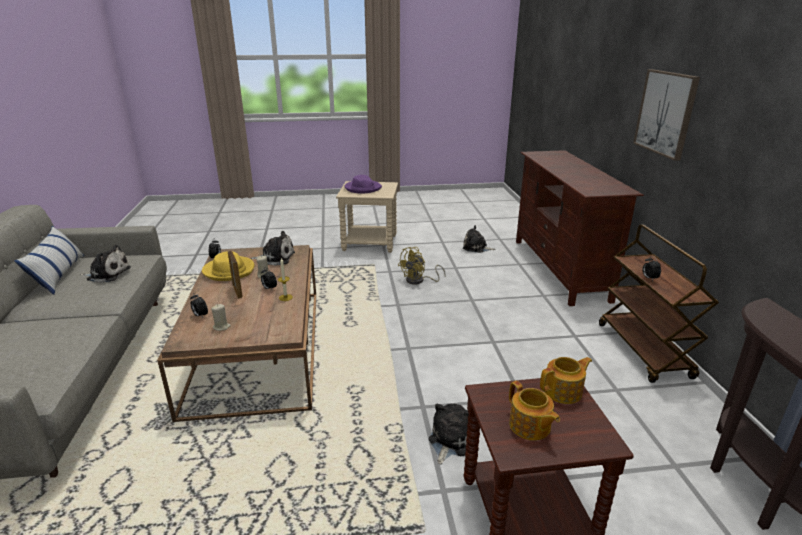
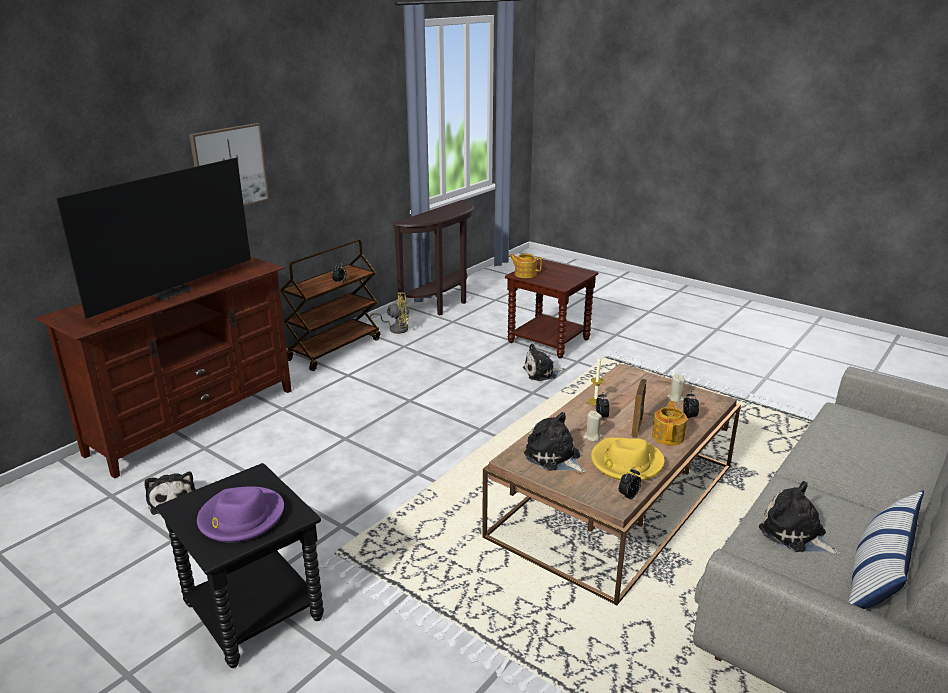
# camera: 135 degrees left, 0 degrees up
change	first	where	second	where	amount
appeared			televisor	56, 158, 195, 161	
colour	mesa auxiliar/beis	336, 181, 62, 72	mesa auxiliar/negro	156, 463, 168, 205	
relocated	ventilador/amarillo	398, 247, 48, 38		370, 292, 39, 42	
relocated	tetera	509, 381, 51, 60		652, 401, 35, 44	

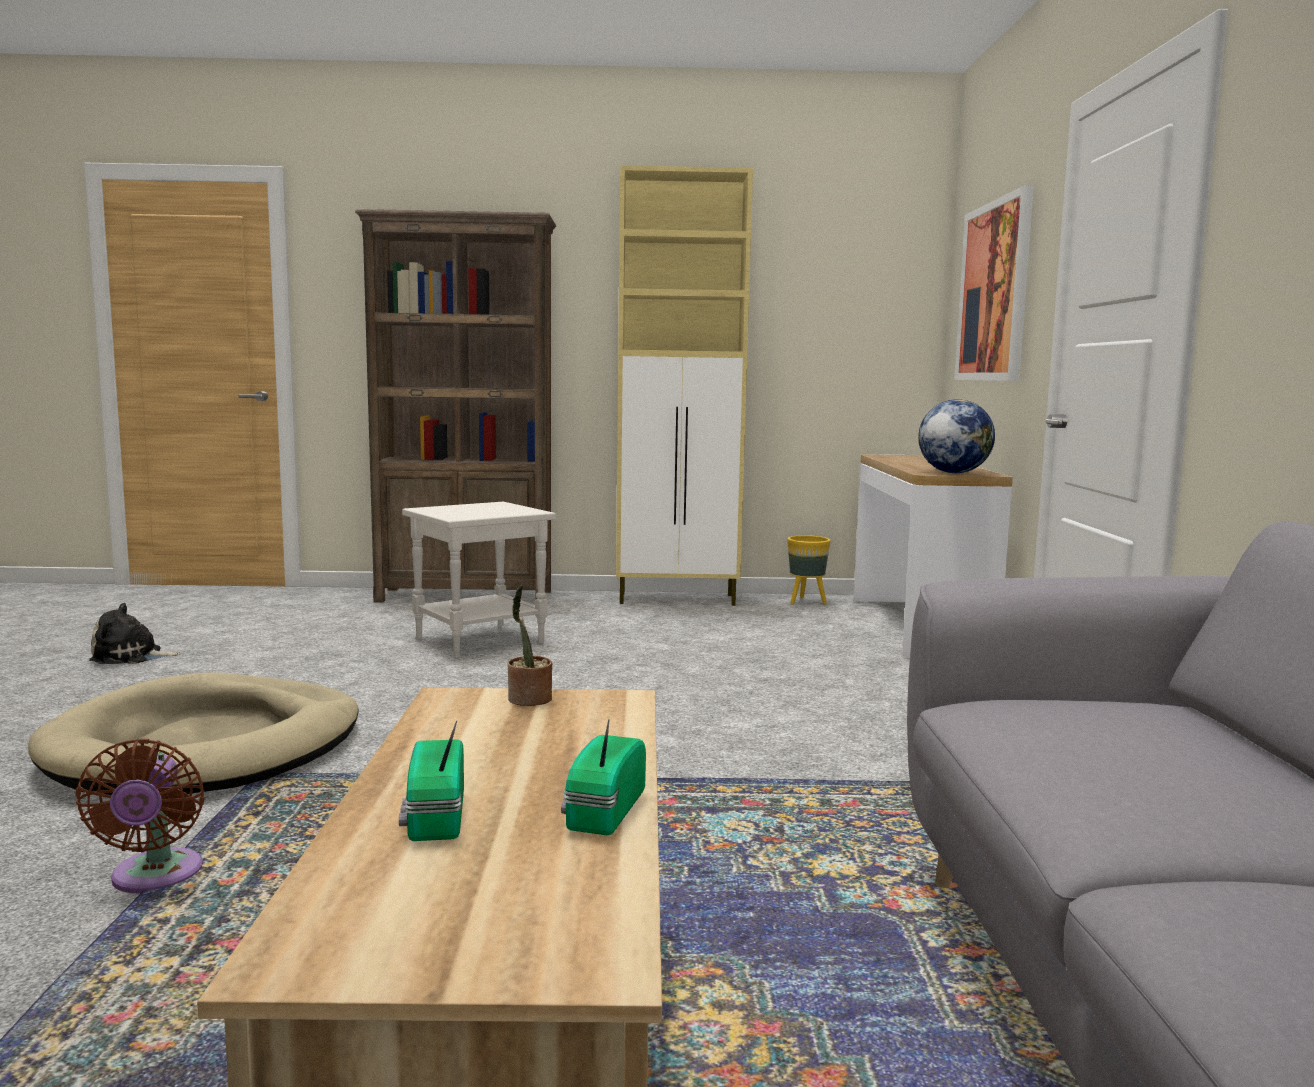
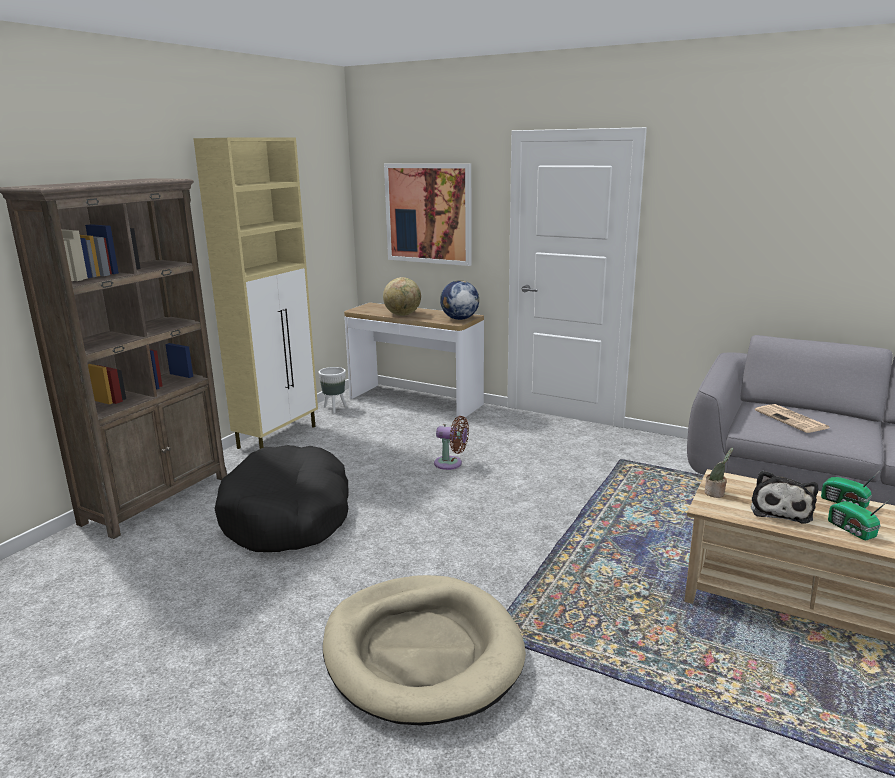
# camera: 60 degrees left, 10 degrees up
change	first	where	second	where	amount
exchanged	mesa auxiliar/blanco	402, 502, 154, 156	cama para perro/negro	215, 445, 134, 107	
colour	maceta/amarillo	787, 535, 43, 70	maceta/blanco	318, 367, 28, 47	
appeared			globo terráqueo	383, 277, 38, 39	
relocated	ventilador/marrón	75, 738, 130, 155		434, 416, 35, 54	
relocated	peluche	89, 603, 92, 61		751, 470, 67, 53	
appeared			periódico	755, 404, 74, 29	
spun	radio	399, 720, 65, 121		828, 500, 61, 40	45 degrees clockwise

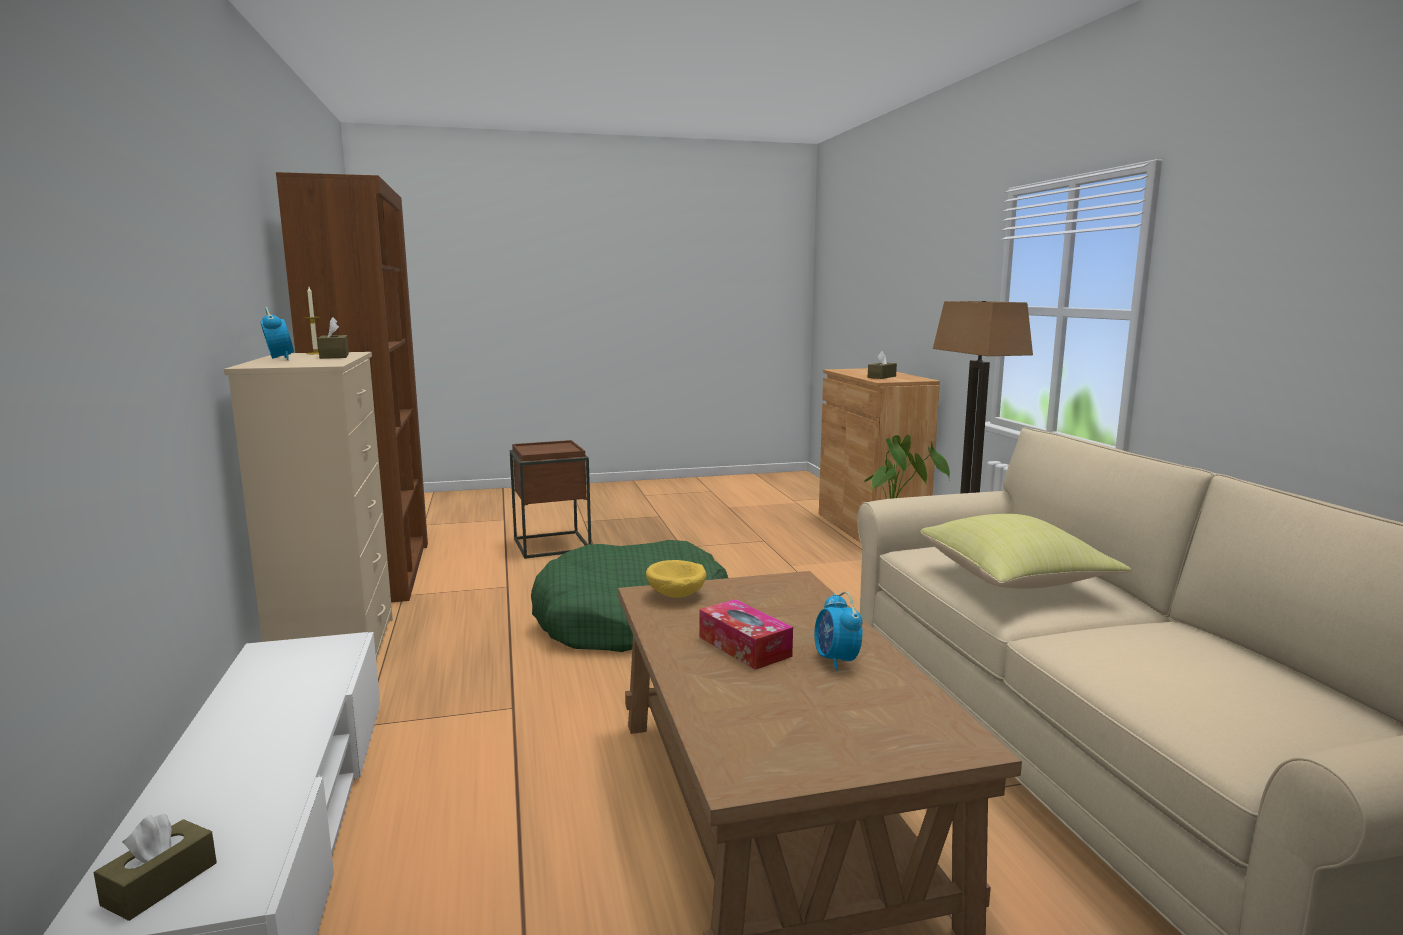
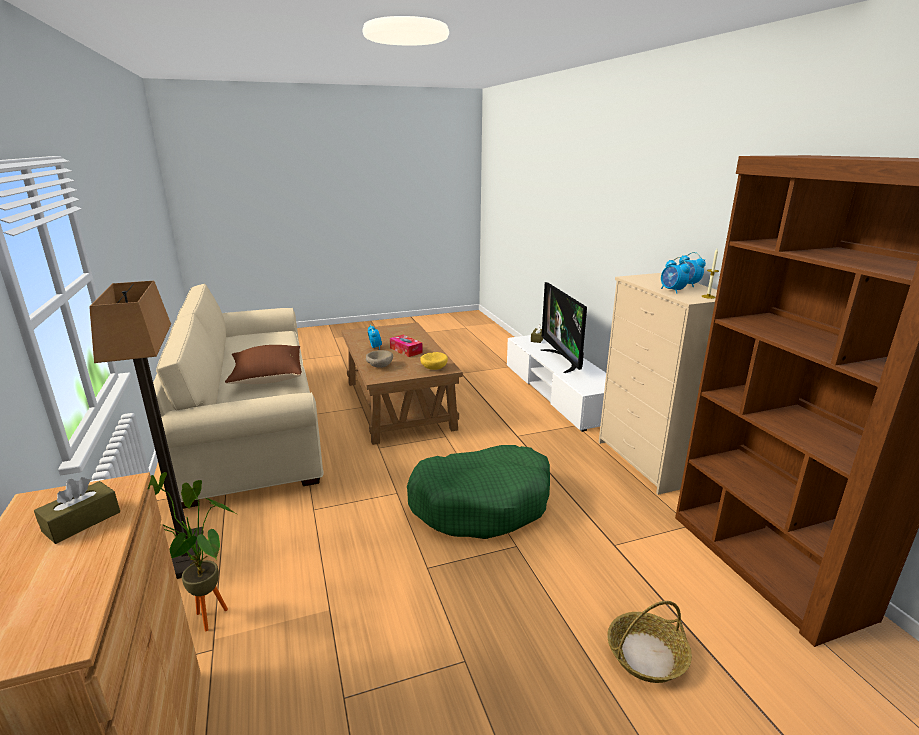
# camera: 175 degrees right, 10 degrees up
change	first	where	second	where	amount
colour	cojín/amarillo	921, 514, 210, 75	cojín/marrón	225, 345, 77, 39	
appeared			cuenco/beis	366, 350, 27, 18	
appeared			televisor	541, 282, 46, 91	
exchanged	mesa auxiliar/marrón	510, 440, 81, 119	cesta	607, 601, 85, 82	
exchanged	caja de pañuelos/marrón	317, 317, 32, 42	despertador	661, 257, 30, 37	

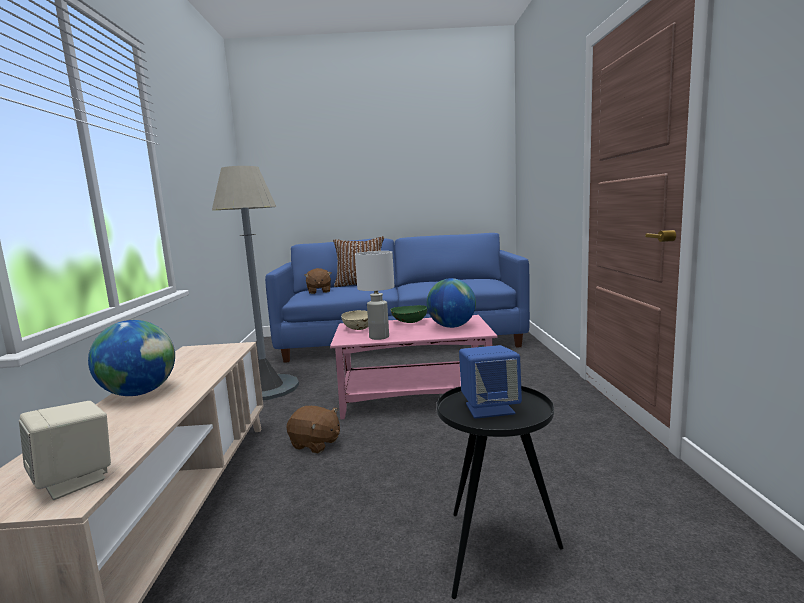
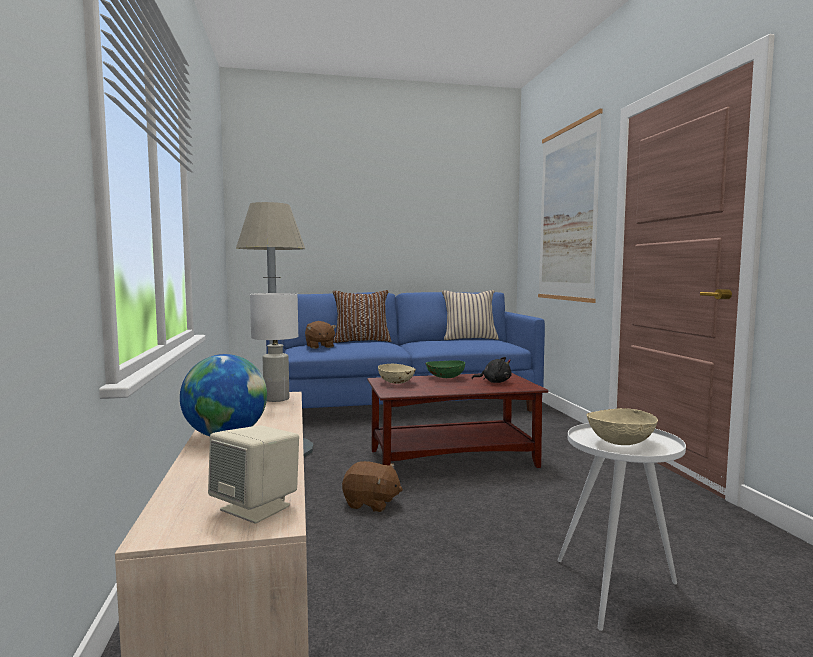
# camera: 10 degrees left, 5 degrees down
change	first	where	second	where	amount
relocated	lámpara de mesa/blanco	355, 251, 40, 89		250, 293, 48, 109	
colour	mesa de centro/rosa	330, 315, 167, 104	mesa de centro/marrón	367, 373, 181, 95	
appeared			cojín/beis	442, 290, 57, 50	
exchanged	globo terráqueo	427, 278, 49, 50	peluche/negro	472, 357, 40, 26	
appeared			cuadro	538, 109, 65, 194	
colour	mesa auxiliar/negro	437, 386, 126, 213	mesa auxiliar/blanco	558, 423, 128, 208	
exchanged	altavoz/azul	459, 345, 63, 74	cuenco/beis	587, 408, 71, 37	

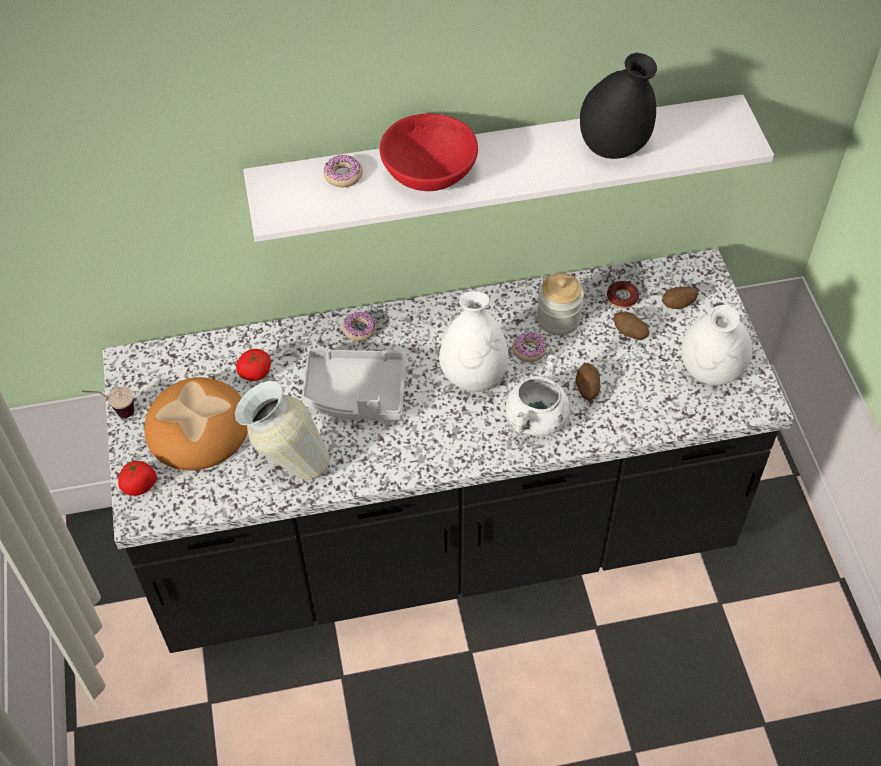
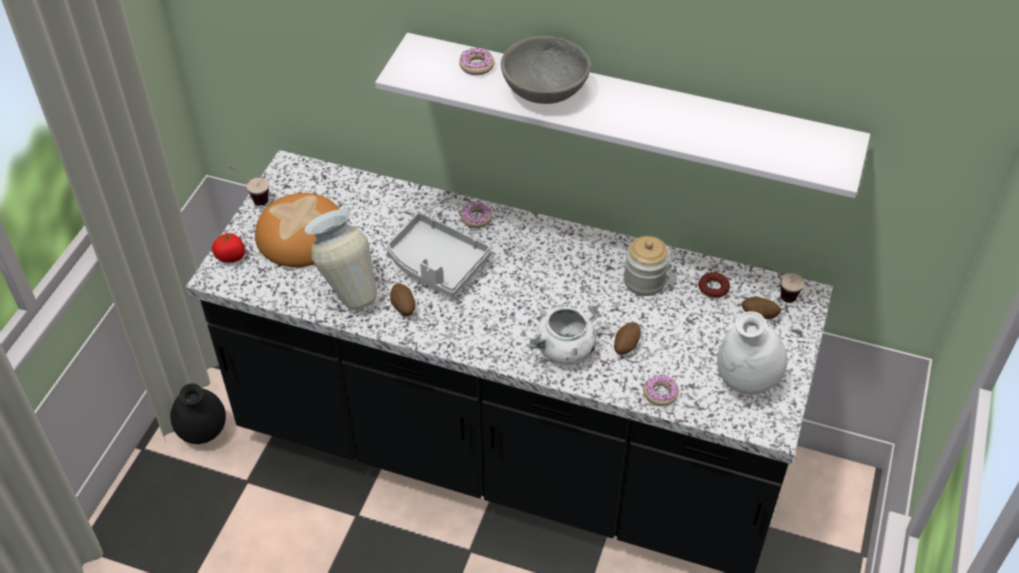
# camera: 30 degrees right, 5 degrees down
change	first	where	second	where	amount
relocated	florero/negro	580, 53, 77, 106		170, 383, 56, 61	
relocated	patata	613, 312, 36, 28		390, 284, 26, 32	
colour	cuenco/rojo	380, 113, 98, 78	cuenco/gris	501, 36, 90, 68	
relocated	rosquilla	512, 332, 35, 30		643, 375, 36, 31	
appeared			taza	763, 265, 41, 38	
missing	tomate	236, 349, 35, 32			
missing	florero/blanco	439, 291, 69, 101			

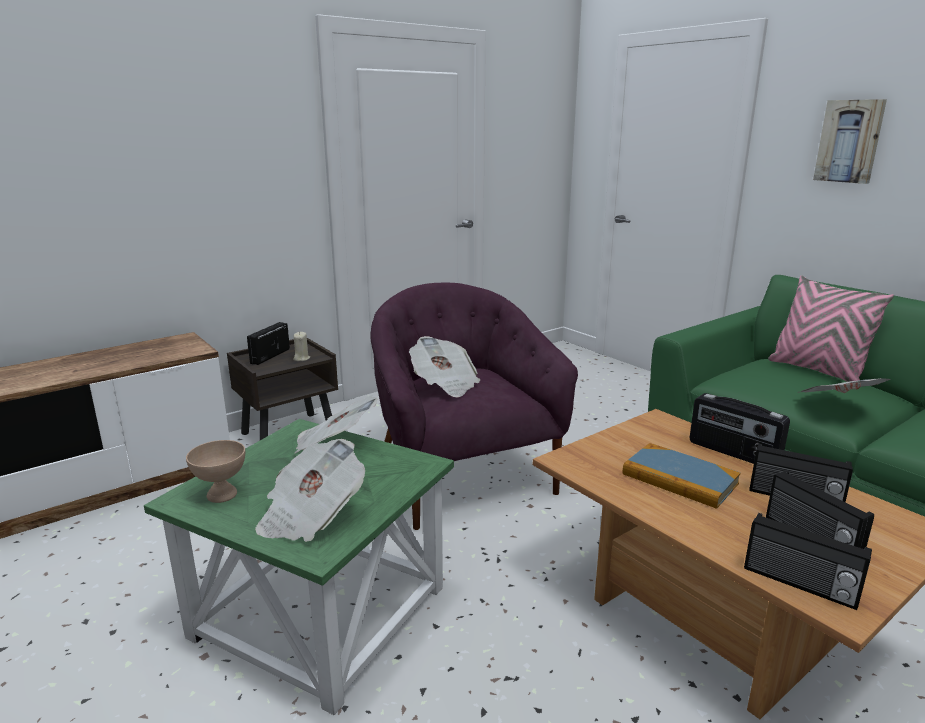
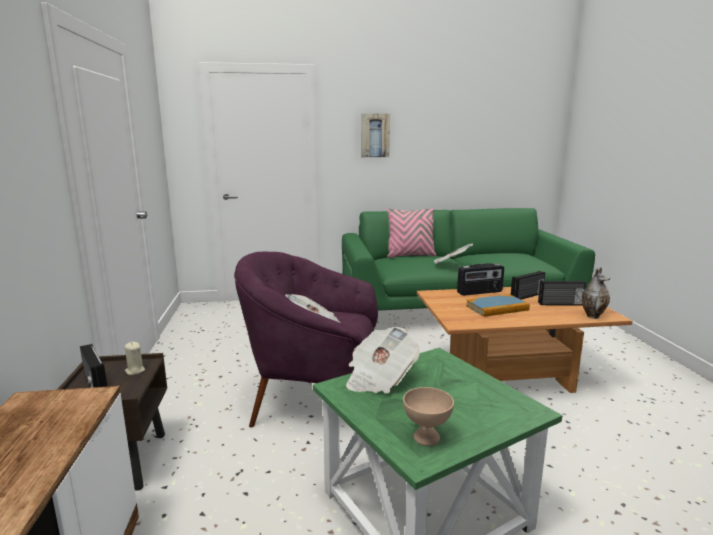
# camera: 60 degrees left, 5 degrees down
change	first	where	second	where	amount
exchanged	radio	744, 513, 128, 97	florero	582, 267, 29, 52	
missing	periódico	255, 439, 110, 103			

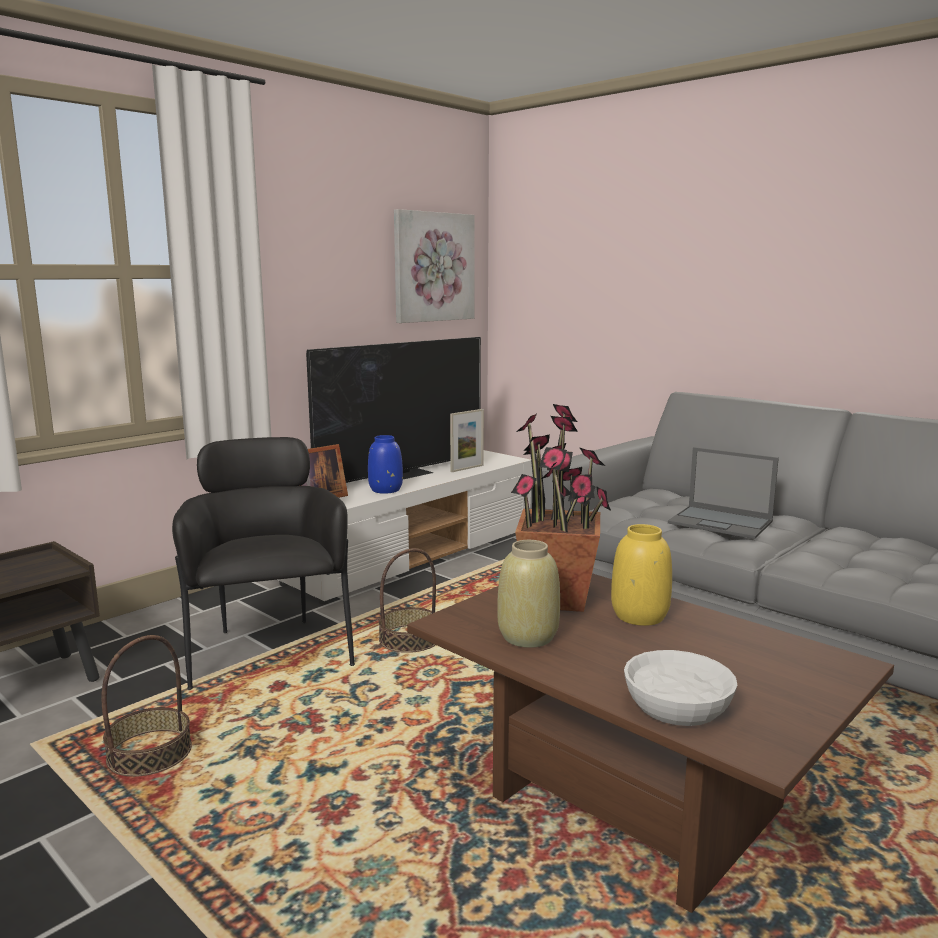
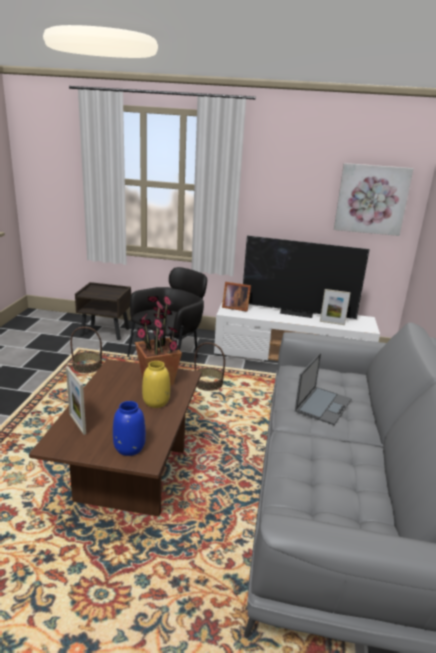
# camera: 55 degrees right, 10 degrees up
change	first	where	second	where	amount
exchanged	cuenco/blanco	624, 650, 113, 76	portarretratos	66, 366, 20, 69	
relocated	florero/azul	368, 435, 35, 59		113, 401, 33, 55	
spun	portátil	668, 447, 111, 92		295, 353, 57, 72	150 degrees counterclockwise
missing	florero/beis	497, 540, 63, 108			

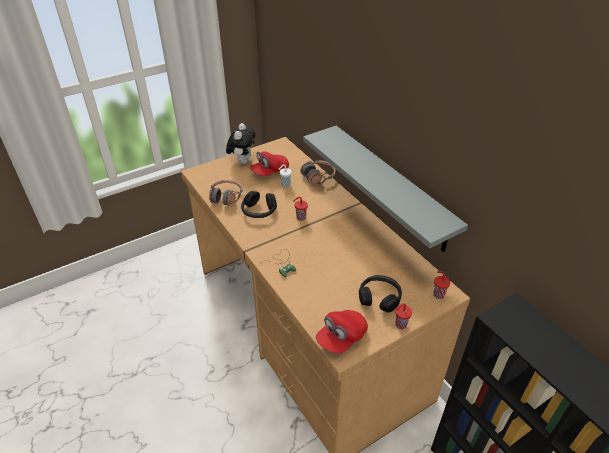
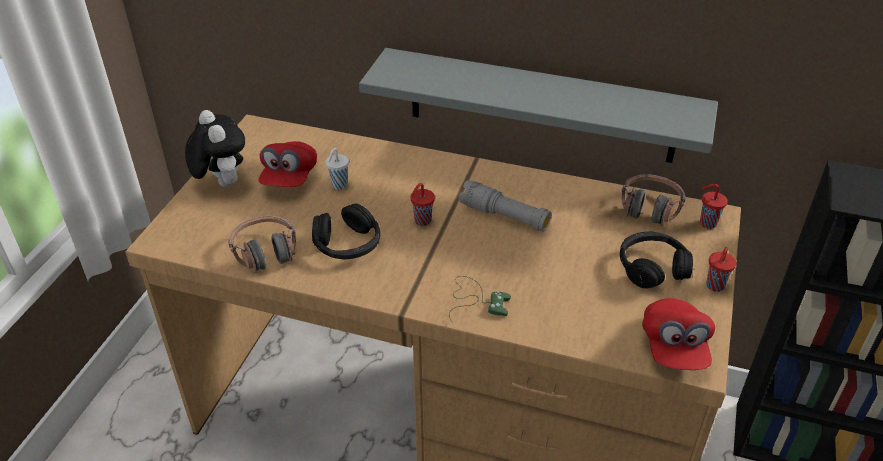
# camera: 40 degrees left, 0 degrees up
change	first	where	second	where	amount
appeared			linterna/gris	459, 180, 93, 52	
relocated	auriculares	300, 161, 36, 23		622, 174, 64, 52	

